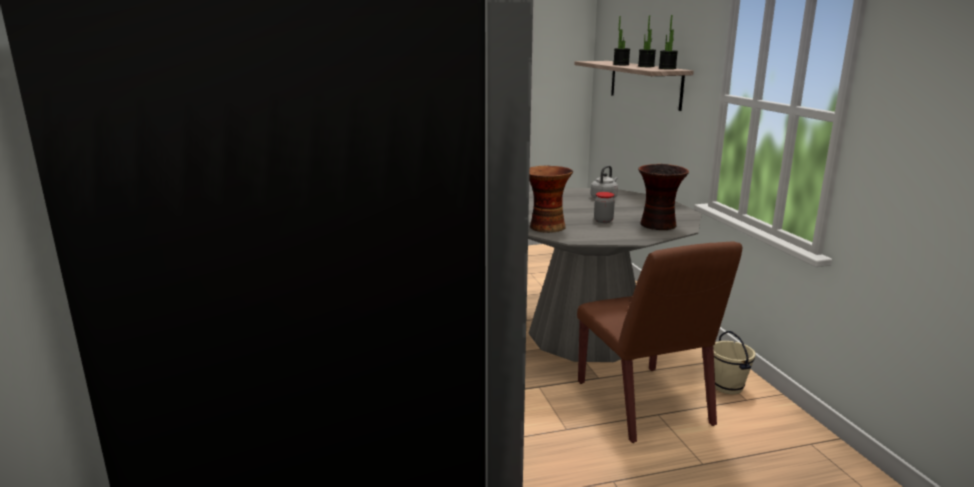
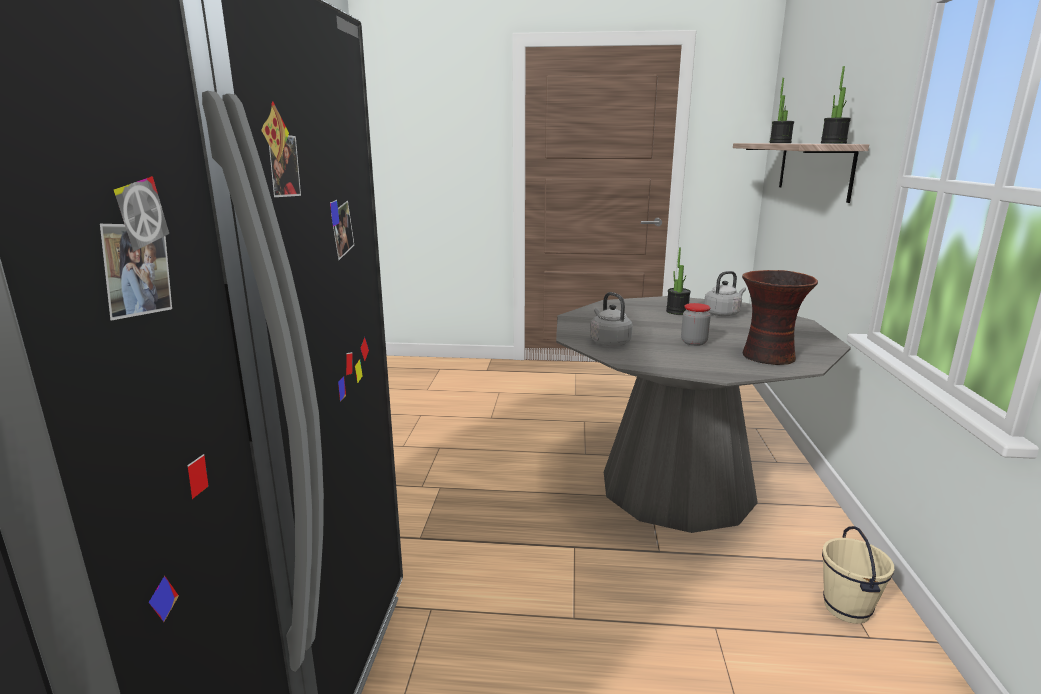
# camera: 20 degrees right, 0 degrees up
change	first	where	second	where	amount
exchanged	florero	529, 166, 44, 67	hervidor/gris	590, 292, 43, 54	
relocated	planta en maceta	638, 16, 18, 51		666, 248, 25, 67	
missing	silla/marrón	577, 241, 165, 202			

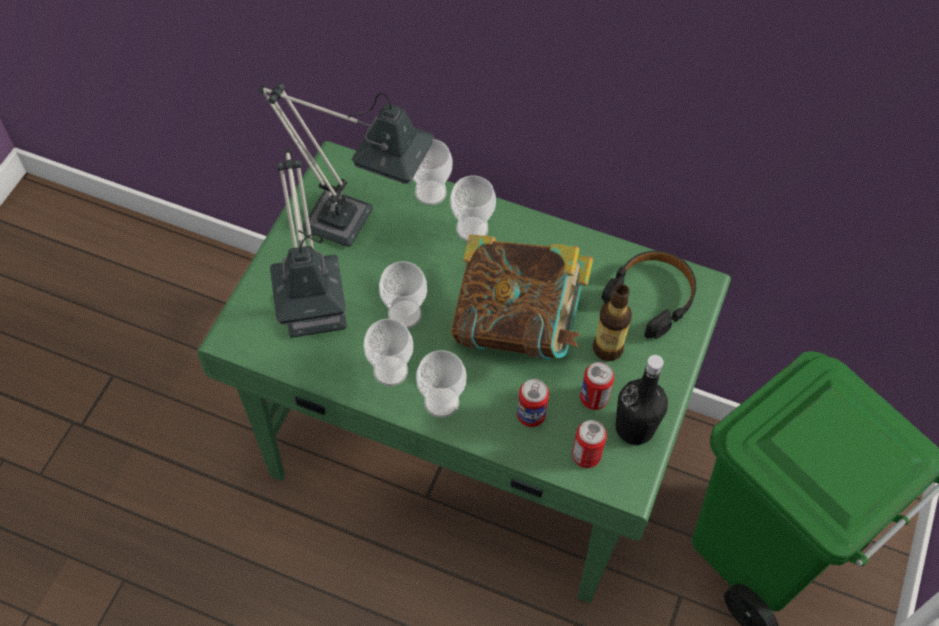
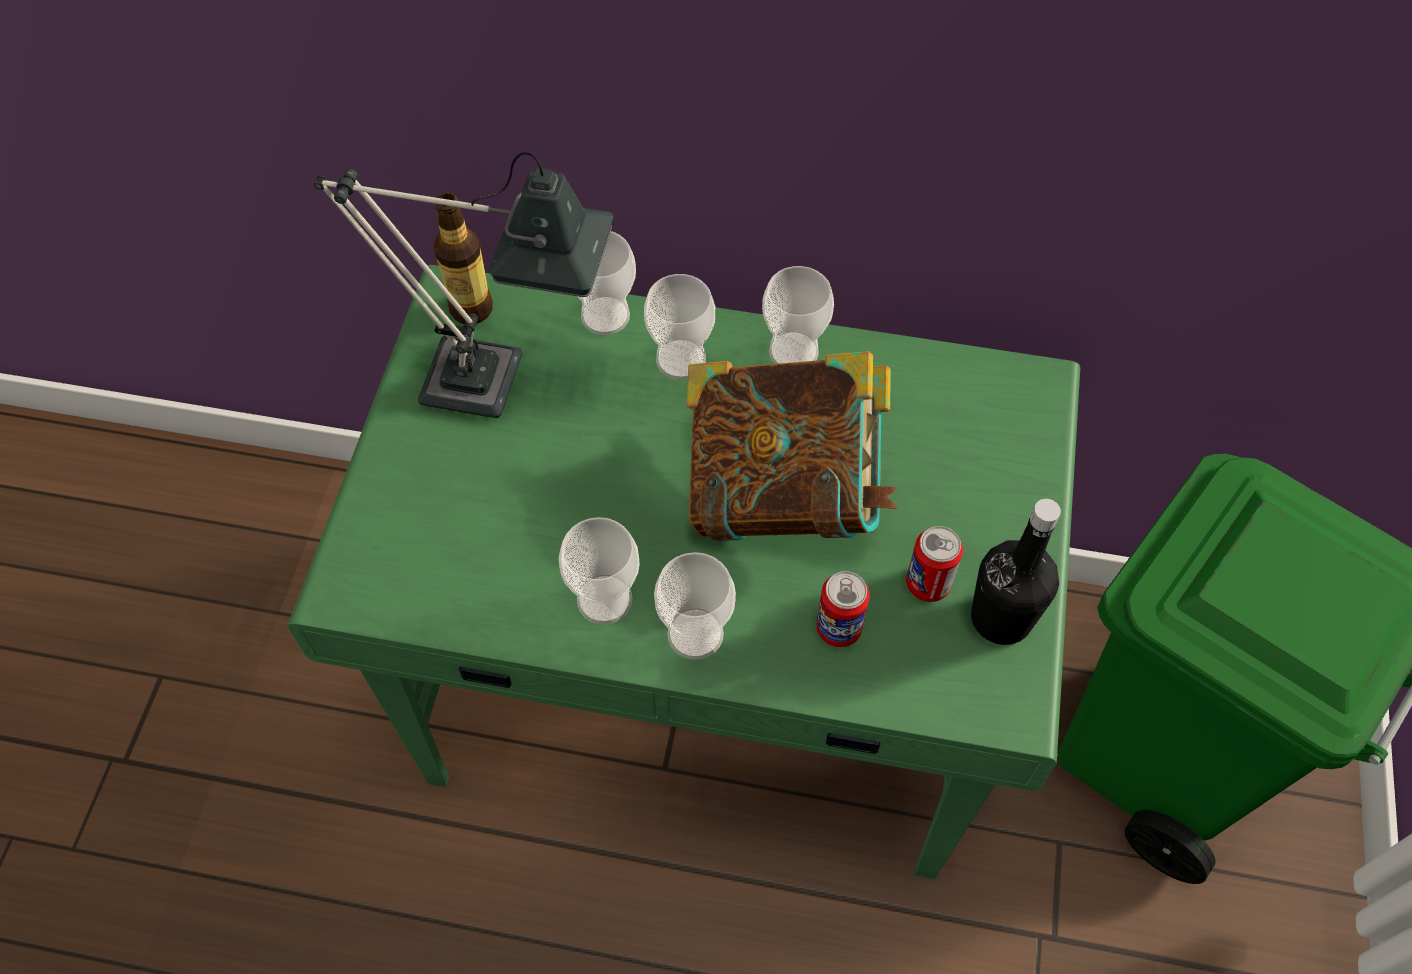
# camera: 10 degrees left, 0 degrees up
change	first	where	second	where	amount
relocated	botella	593, 284, 39, 77		434, 193, 59, 131	
relocated	taza	379, 261, 48, 68		762, 266, 72, 98	
missing	lámpara de mesa	270, 148, 77, 189			
missing	lata	572, 420, 35, 48			
missing	auriculares/negro	601, 251, 95, 88			

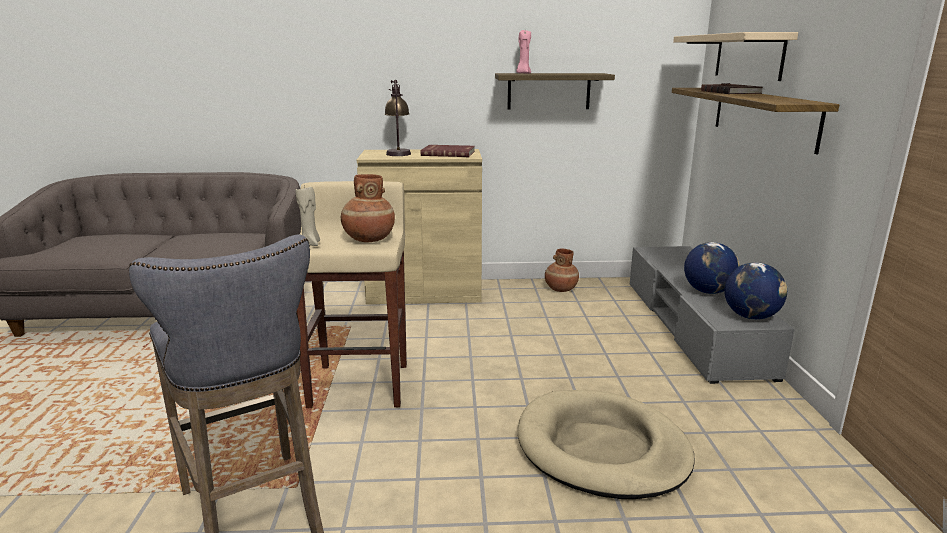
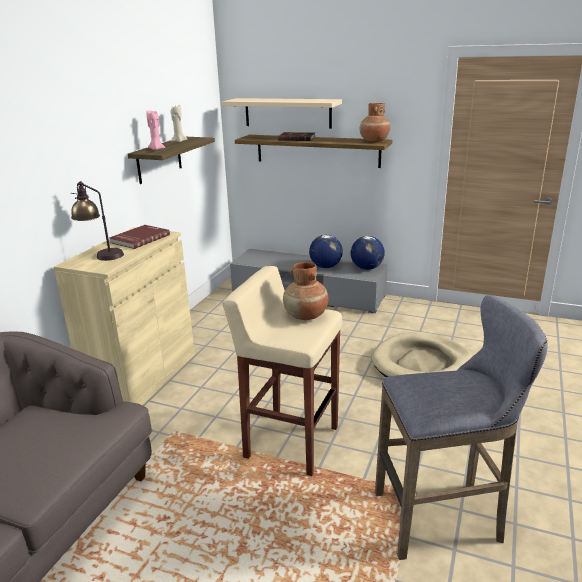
# camera: 65 degrees left, 5 degrees up
change	first	where	second	where	amount
relocated	vela/beis	296, 185, 24, 61		171, 105, 16, 37	
relocated	florero/marrón	545, 249, 34, 43		360, 103, 30, 39	

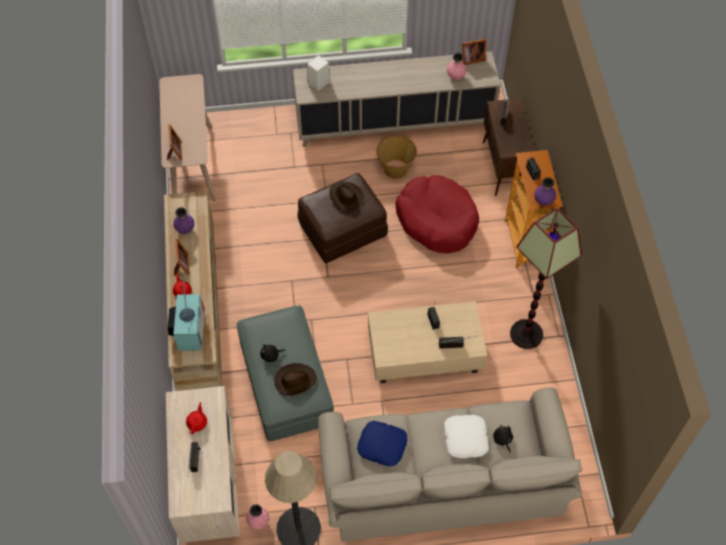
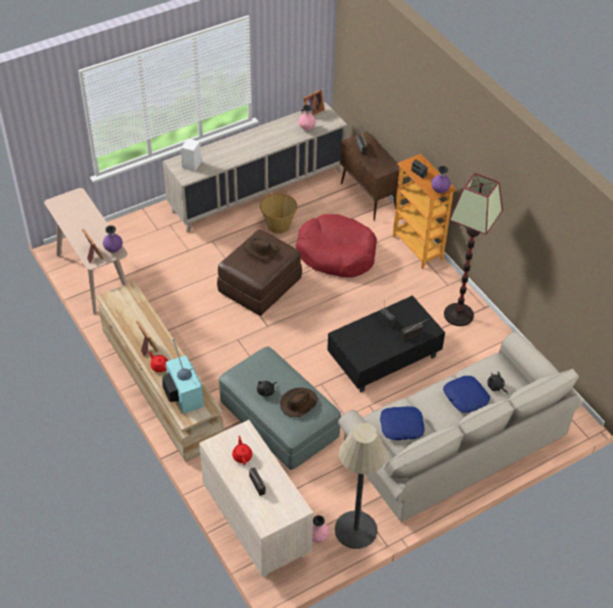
# camera: 25 degrees left, 10 degrees down
change	first	where	second	where	amount
relocated	florero/morado	173, 207, 21, 27		103, 225, 20, 27	
colour	mesa de centro/beis	368, 301, 119, 82	mesa de centro/negro	327, 295, 118, 97	
colour	cojín/blanco	444, 415, 45, 43	cojín/azul	443, 376, 47, 37	

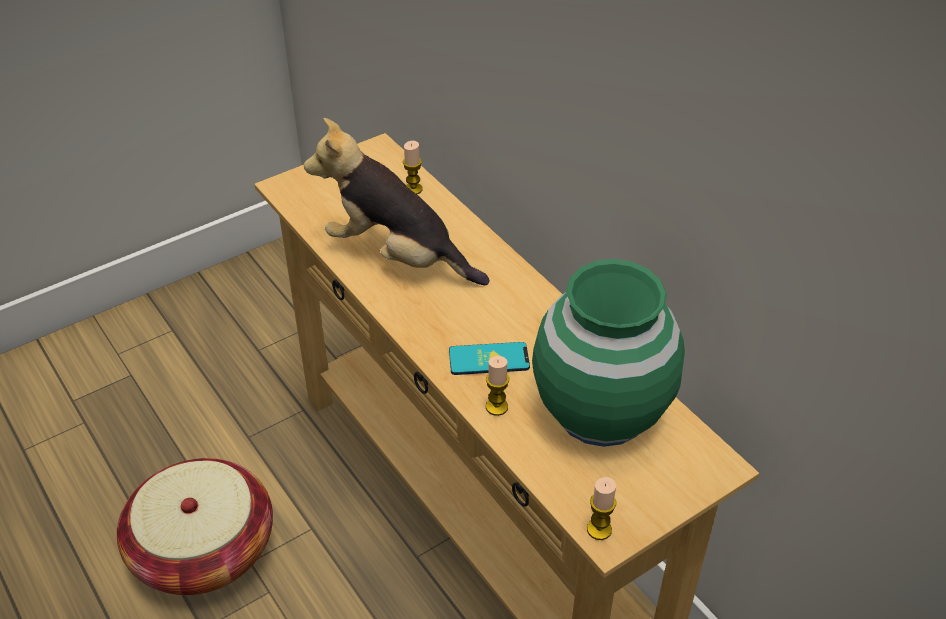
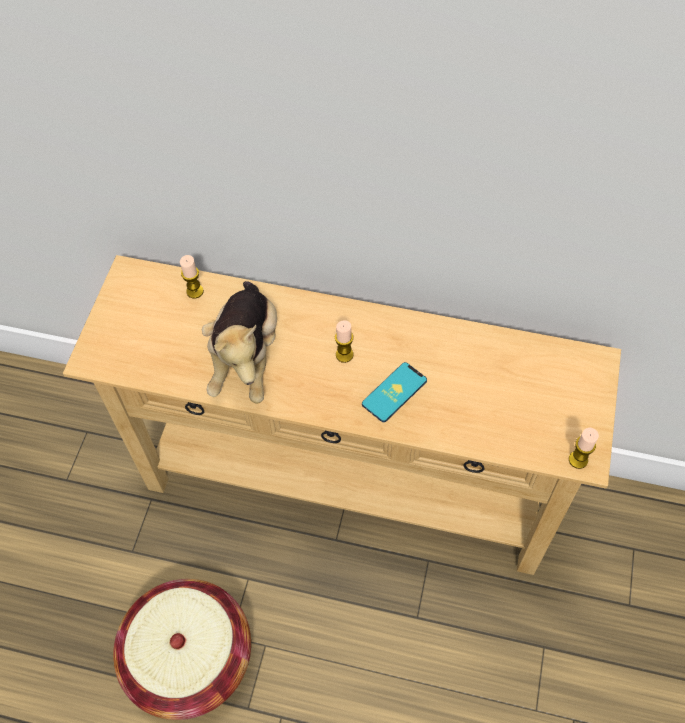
# camera: 40 degrees left, 15 degrees up
change	first	where	second	where	amount
spun	peluche	304, 118, 186, 167		202, 281, 75, 123	75 degrees counterclockwise
relocated	vela	486, 356, 23, 60		335, 320, 19, 43	
missing	florero/verde	532, 259, 153, 188			

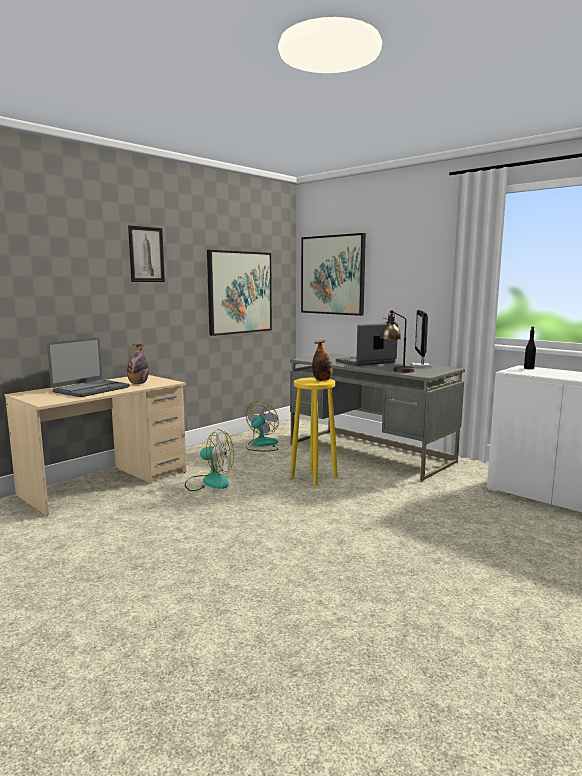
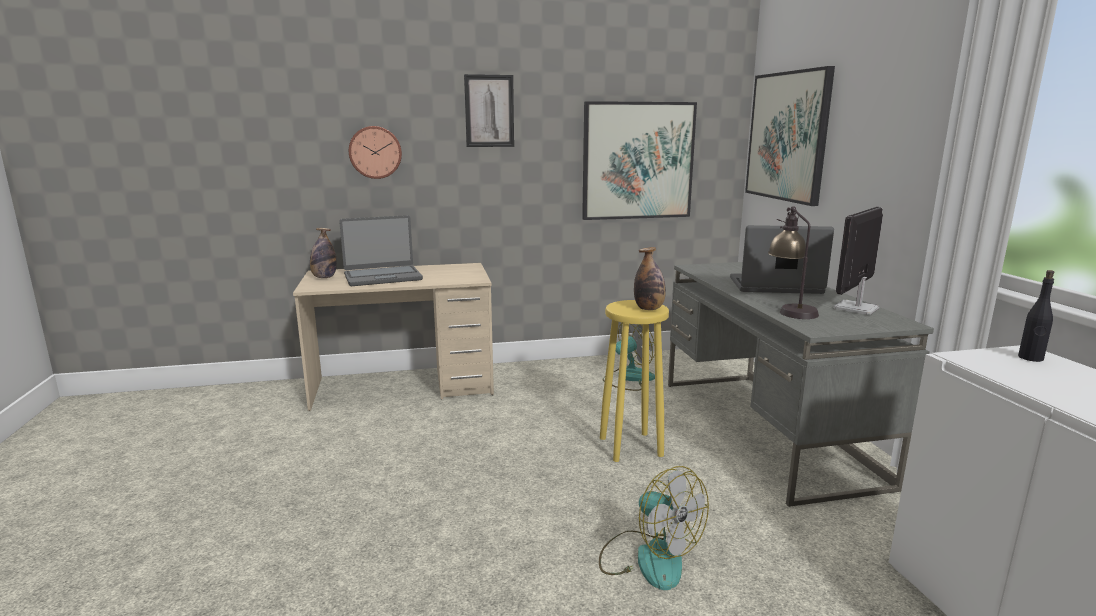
# camera: 35 degrees right, 5 degrees up
change	first	where	second	where	amount
relocated	botella	127, 344, 22, 40		310, 228, 27, 50	
appeared			reloj de pared	349, 126, 53, 53	
relocated	ventilador	185, 429, 49, 62		599, 466, 110, 124	

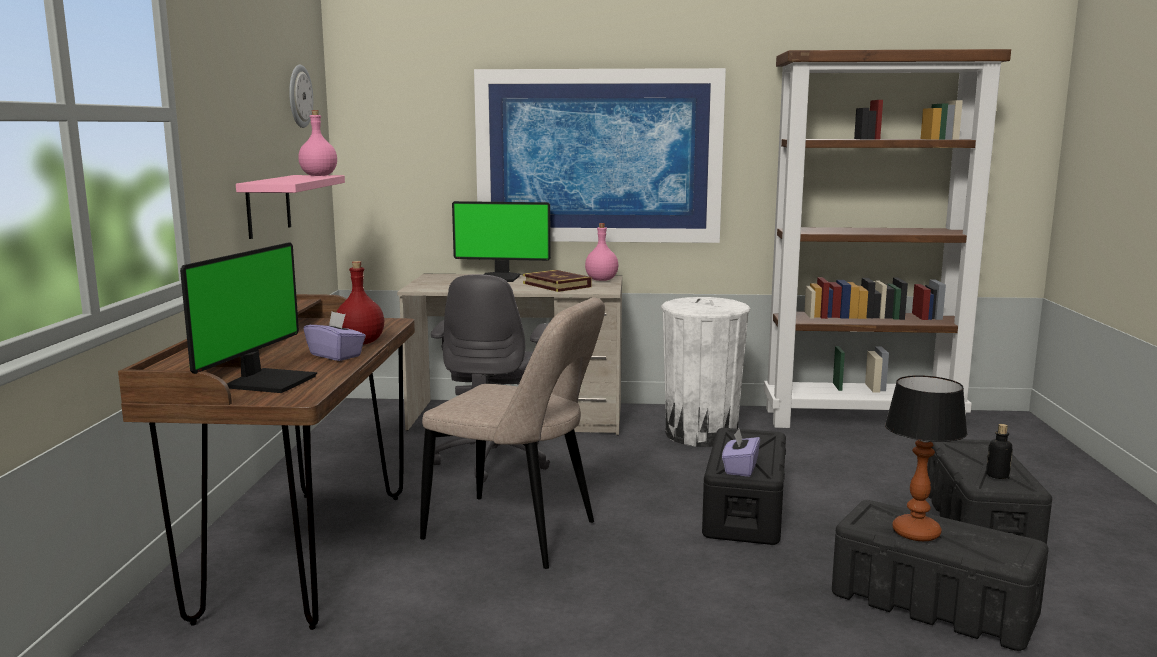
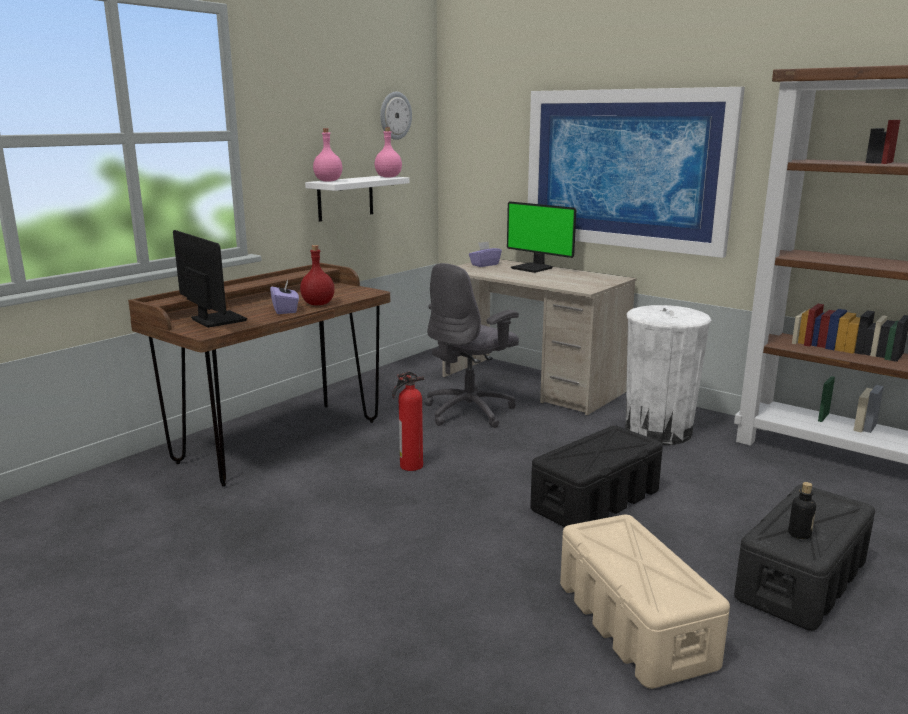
# camera: 35 degrees right, 5 degrees up
change	first	where	second	where	amount
spun	monitor	180, 243, 137, 150		173, 230, 74, 98	90 degrees counterclockwise
colour	estante/rosa	236, 175, 109, 64	estante/blanco	305, 176, 105, 46	
relocated	botella/rosa	585, 223, 33, 58		313, 128, 29, 54	
exchanged	silla/beis	420, 298, 185, 271	extintor	392, 372, 32, 99	
relocated	caja de pañuelos/morado	722, 429, 38, 48		469, 241, 33, 26	
colour	caja de almacenaje/negro	832, 500, 217, 151	caja de almacenaje/beis	560, 515, 170, 174	
missing	libro	523, 270, 68, 22			
missing	lámpara de mesa	885, 375, 83, 166			

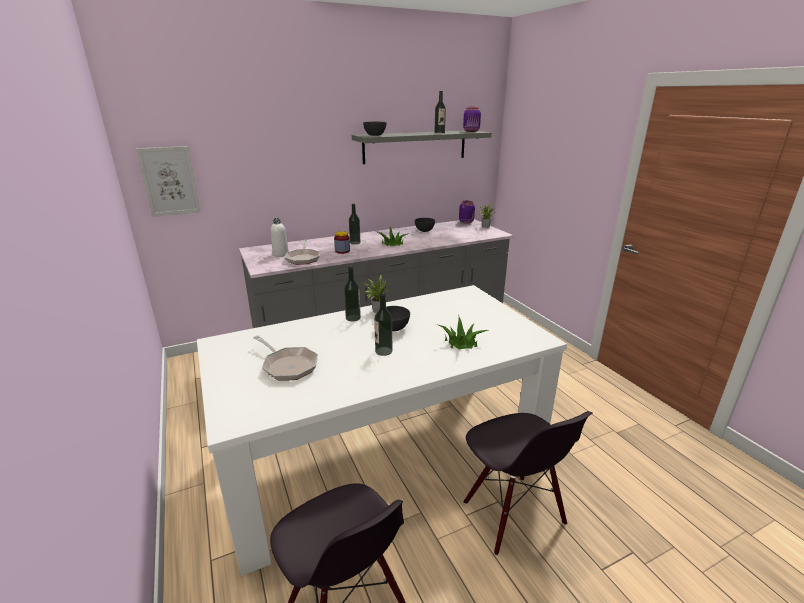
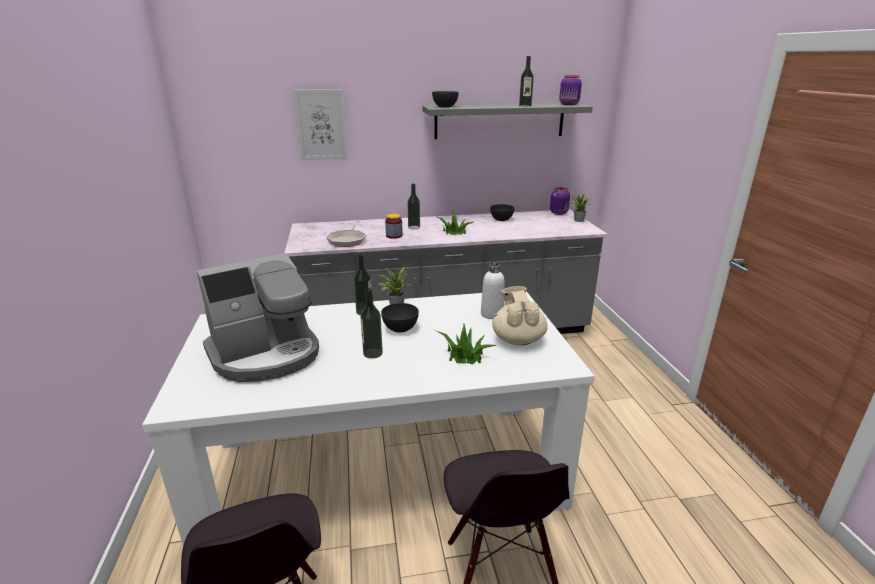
# camera: 15 degrees right, 0 degrees up
change	first	where	second	where	amount
exchanged	sartén	253, 335, 65, 46	cafetera	196, 253, 123, 129	
relocated	cuadro	136, 146, 65, 71		294, 89, 53, 71	
relocated	botella/blanco	271, 218, 18, 39		481, 263, 24, 56	
appeared			tetera/beis	492, 286, 56, 60	

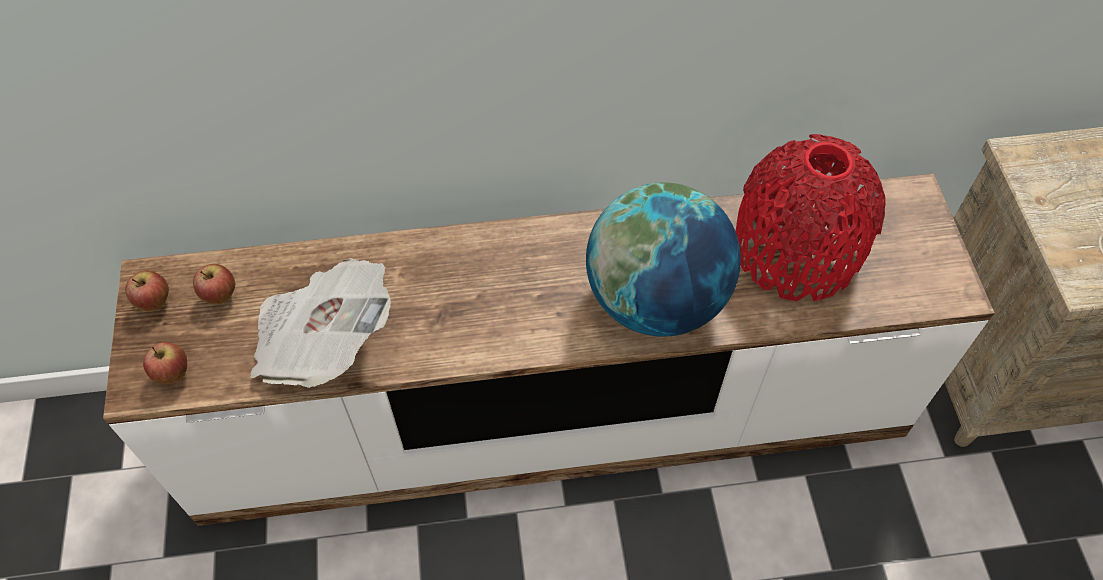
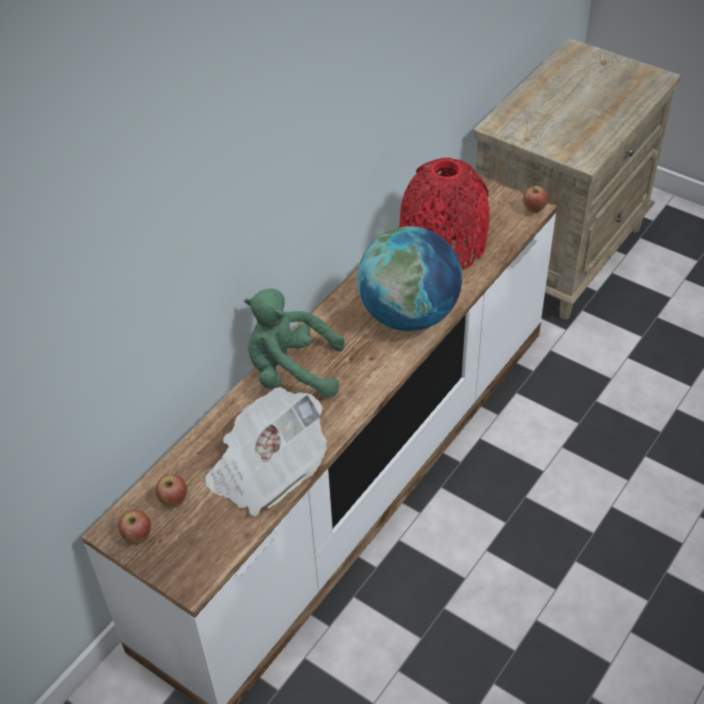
# camera: 45 degrees left, 10 degrees down
change	first	where	second	where	amount
appeared			peluche/verde	244, 288, 101, 110	
relocated	manzana	143, 342, 44, 42		523, 186, 25, 27	

